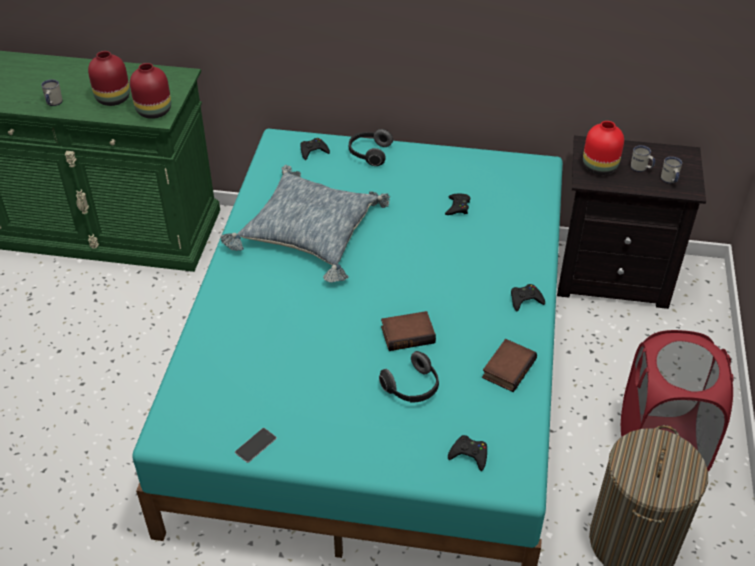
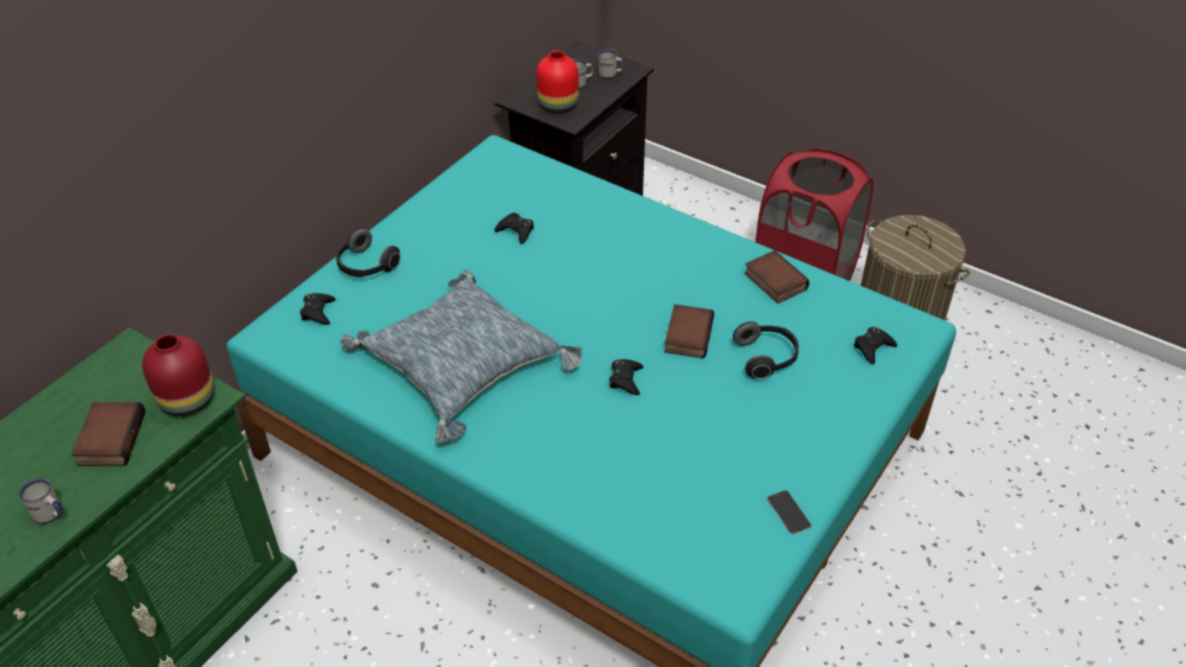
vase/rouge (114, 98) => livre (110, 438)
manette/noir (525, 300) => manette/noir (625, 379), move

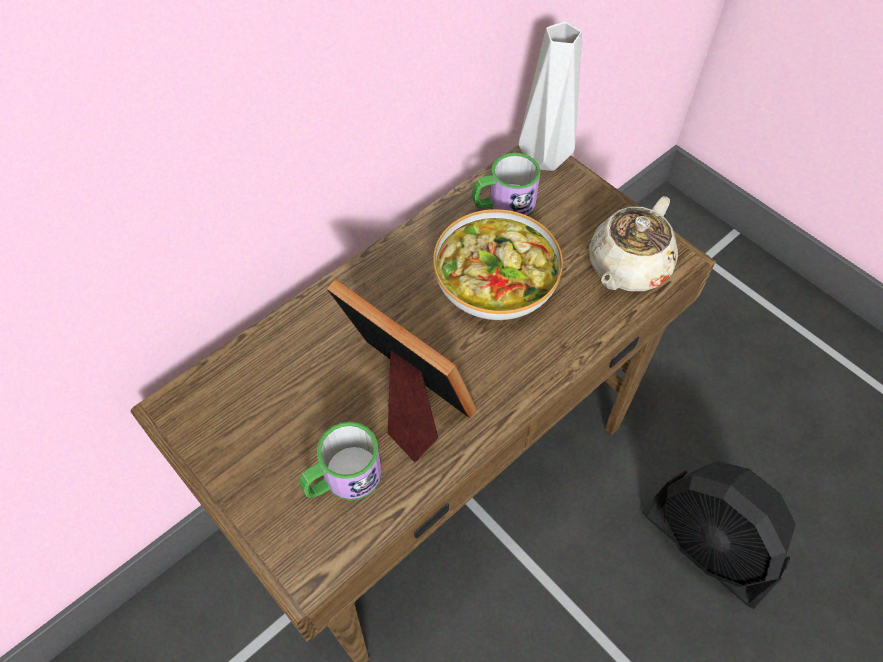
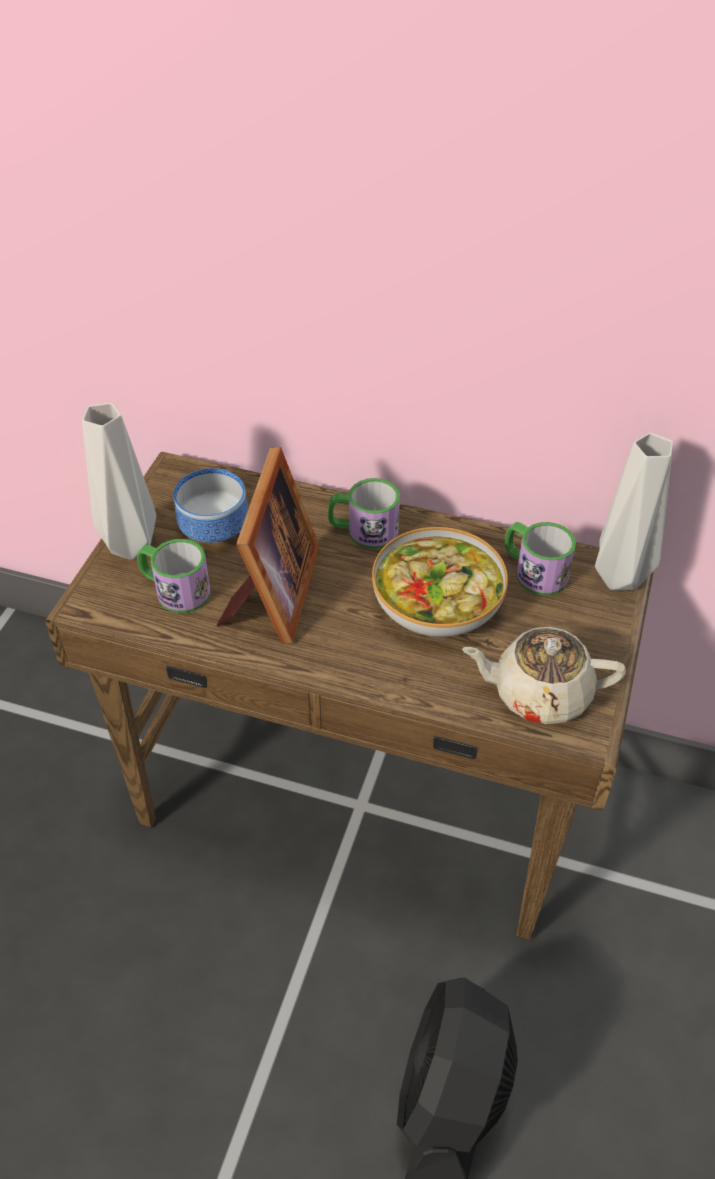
nothing => vase/gris (132, 545)
nothing => bol (212, 530)
nothing => mug (363, 531)

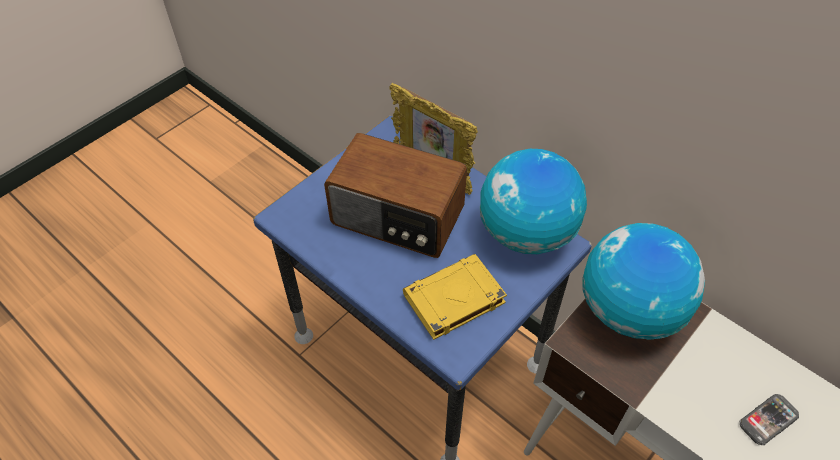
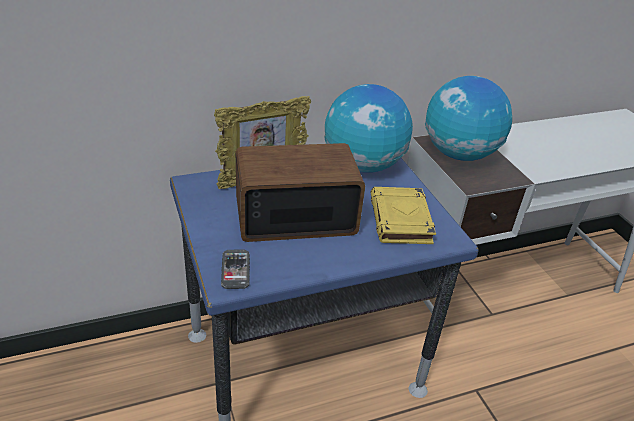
téléphone (768, 420) => téléphone (235, 270), move
radio (397, 217) => radio (294, 215), 150 degrees counterclockwise

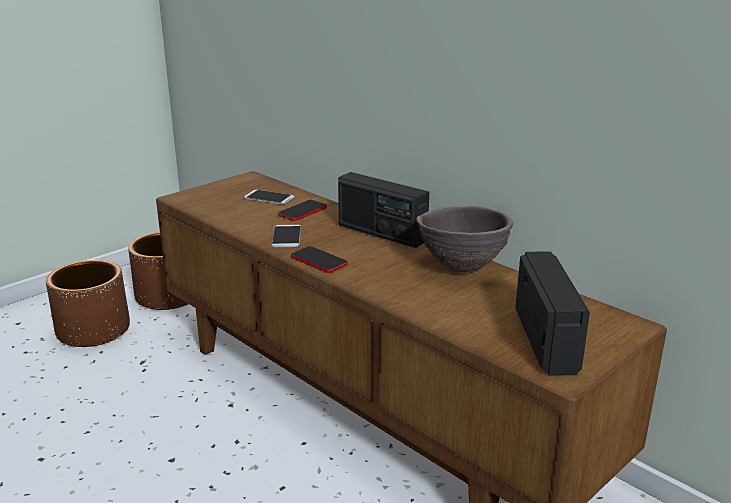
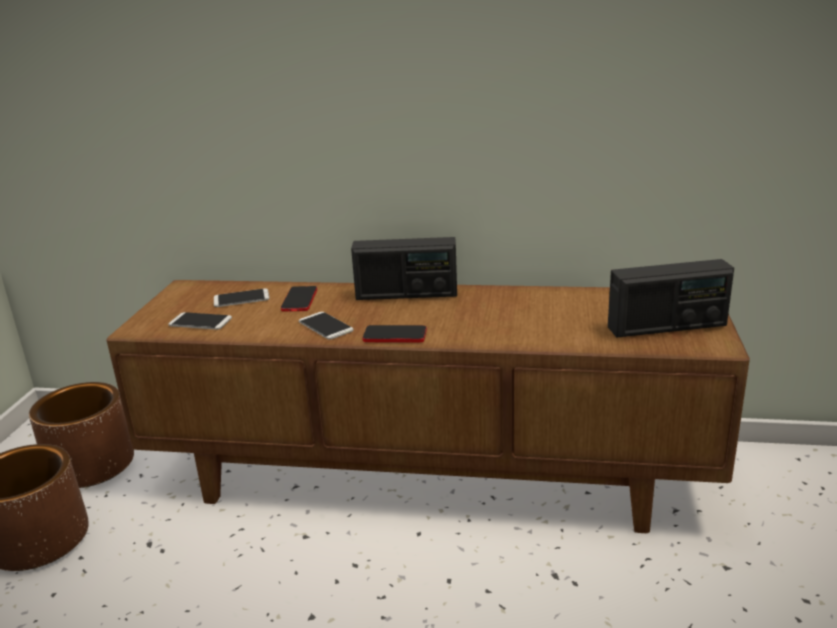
nothing => téléphone (200, 322)
radio (547, 340) => radio (667, 326), 120 degrees clockwise
bol/marron (462, 268) => nothing

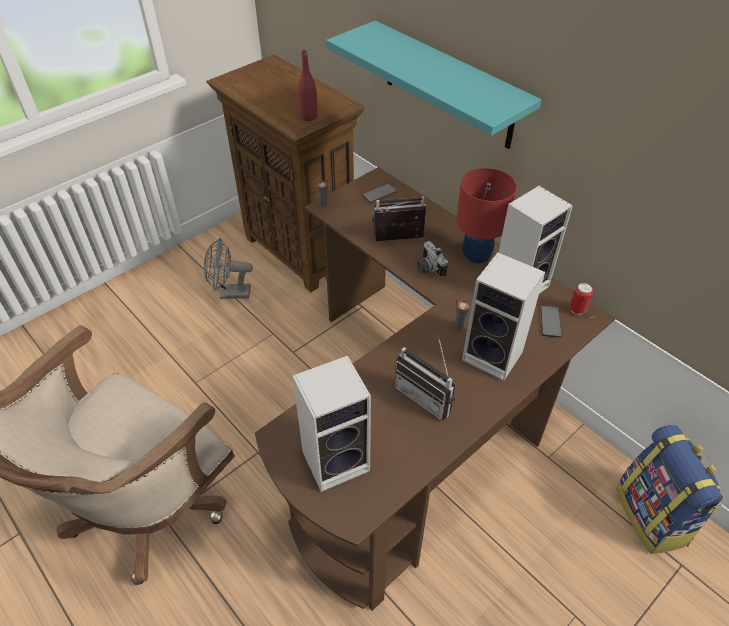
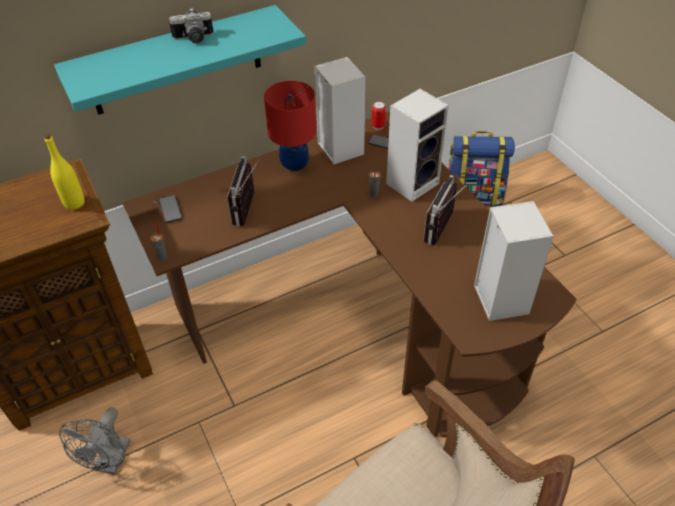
bouteille/rouge (308, 117) => bouteille/jaune (74, 203)
appareil photo (428, 268) => appareil photo (193, 39), move
radio (427, 395) => radio (444, 230), 150 degrees clockwise

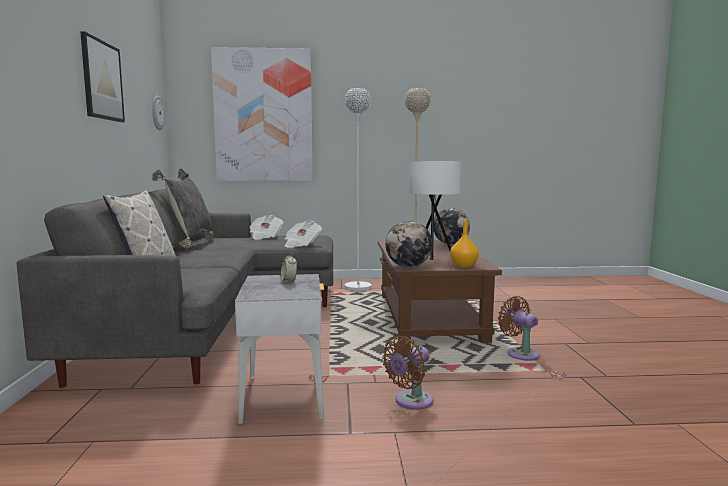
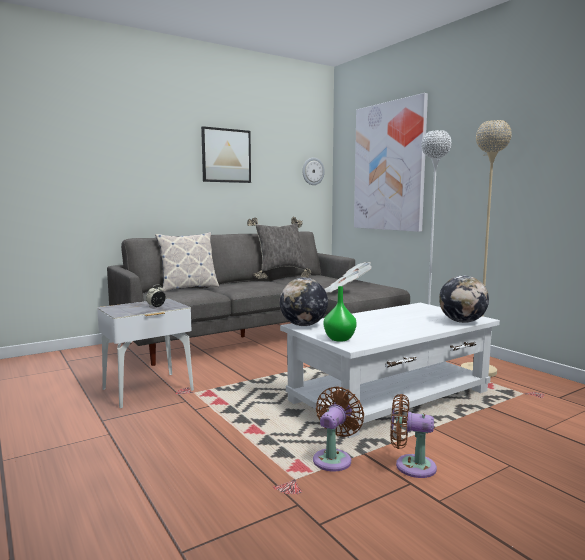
table basse/marron (429, 315) => table basse/blanc (390, 395)
vase/orange (463, 266) => vase/vert (339, 339)
ventilateur/marron (411, 402) => ventilateur/marron (411, 466), move
lampe de table/blanc (431, 256) => nothing

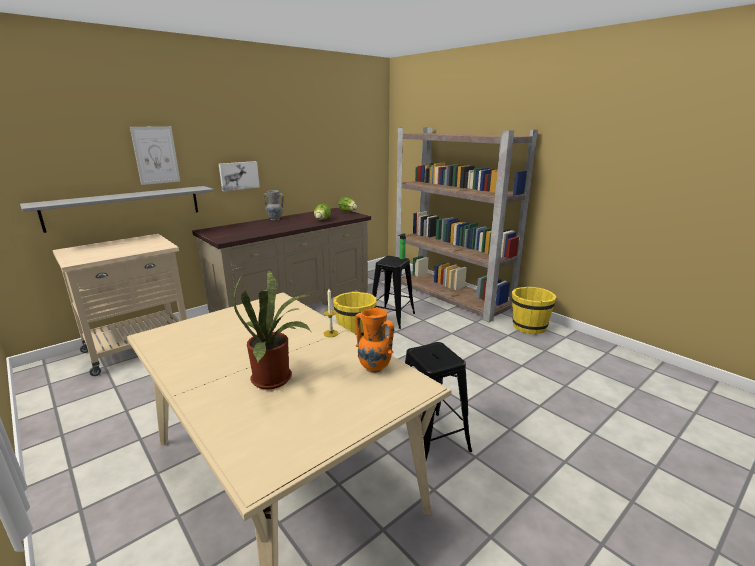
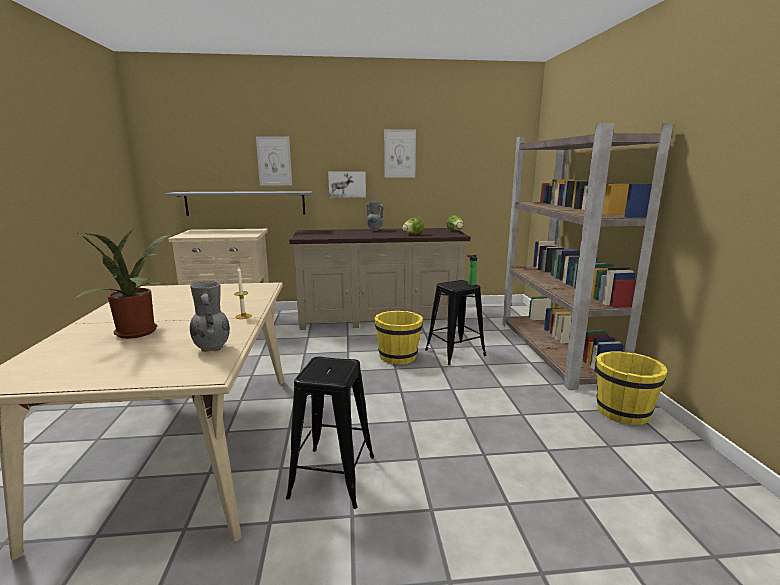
vase/orange (374, 367) => vase/gris (212, 348)
nothing => tableau (399, 153)

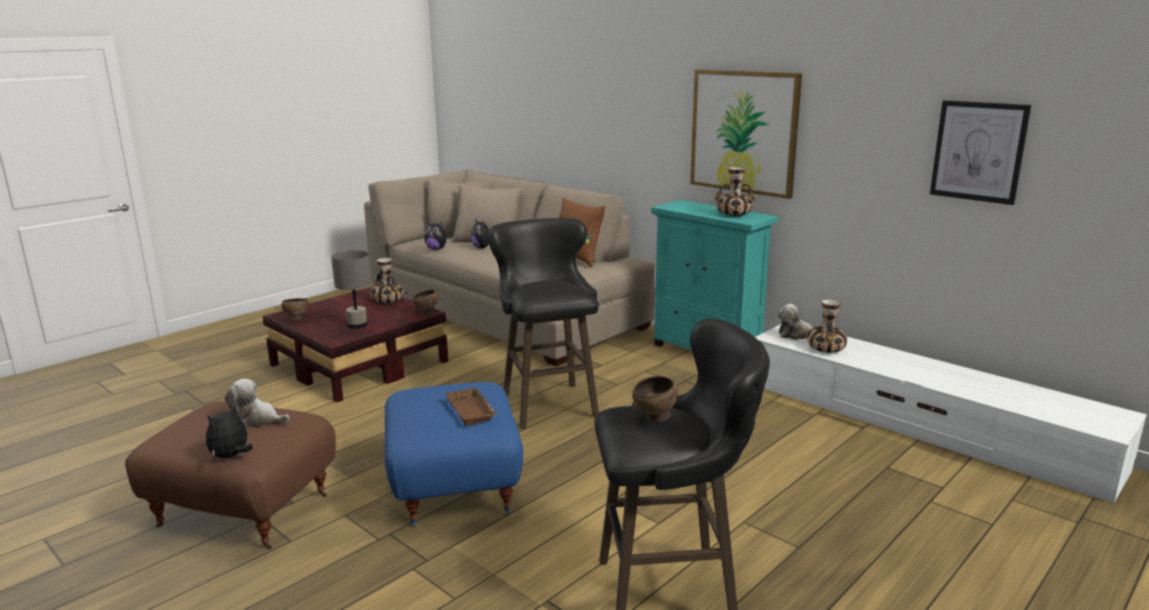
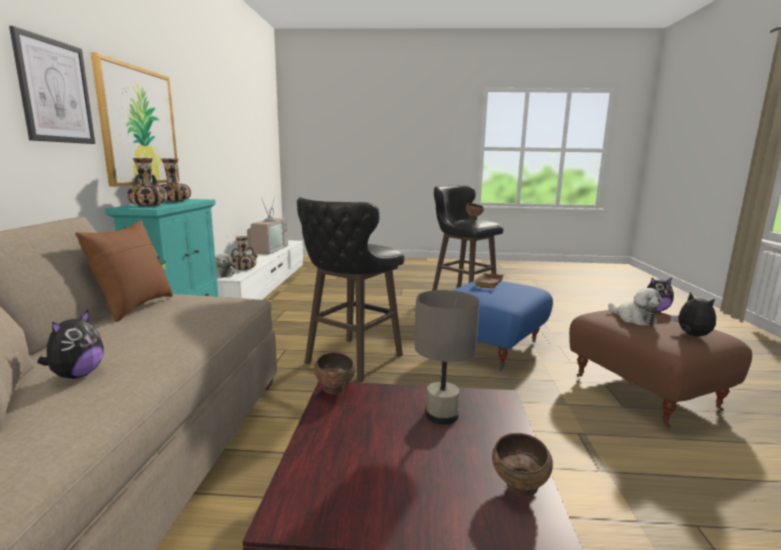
tableau (978, 151) => tableau (55, 91), move
vase (387, 300) => vase (148, 205), move
nothing => téléviseur (268, 249)
peluche (436, 249) => peluche (692, 335), move

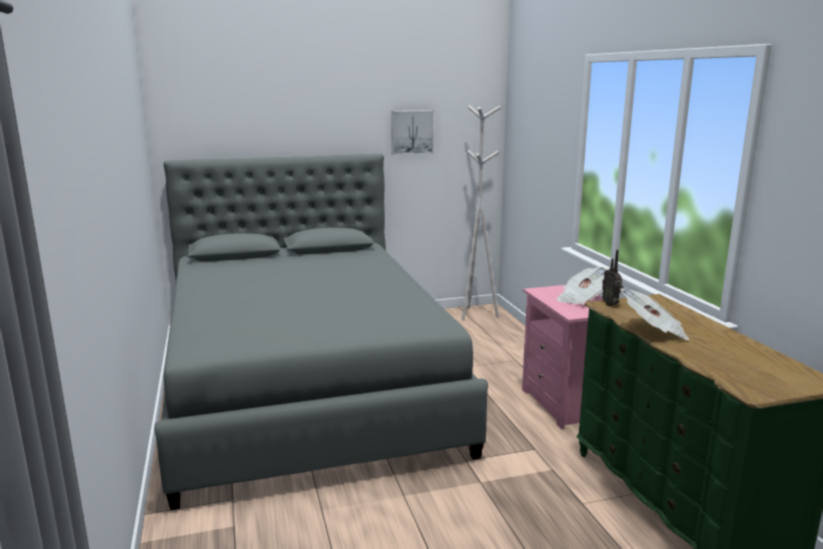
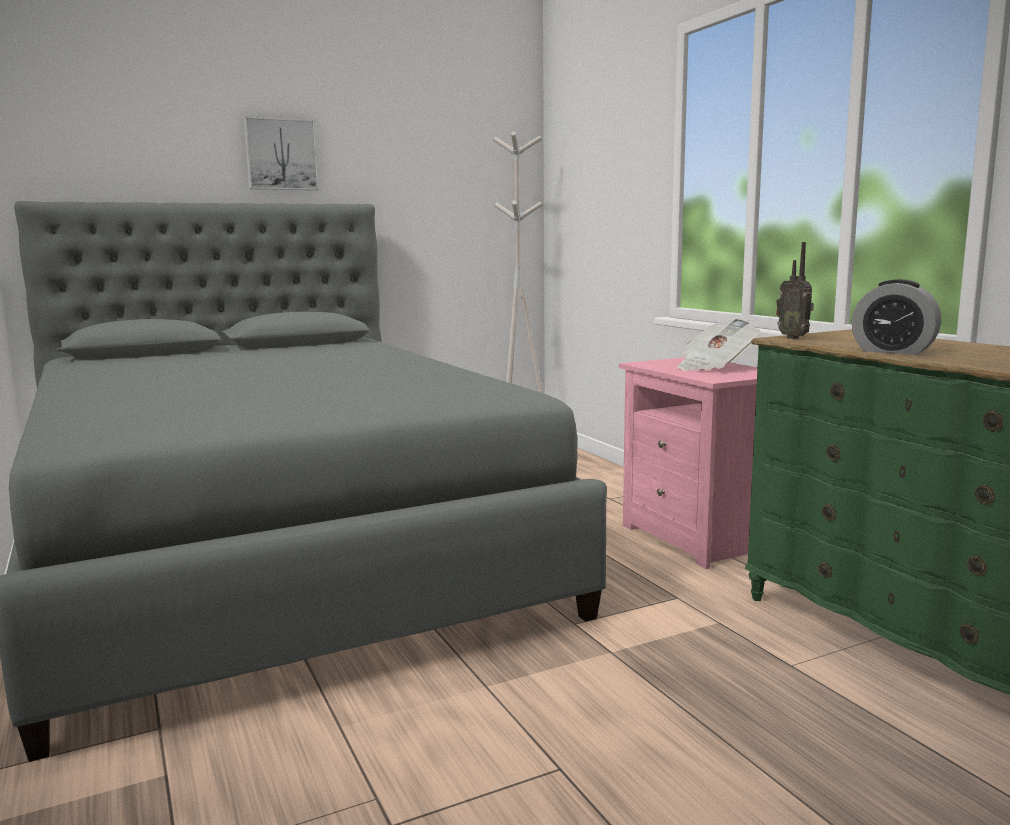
tableau (411, 132) => tableau (281, 154), move
journal (653, 331) => réveil (893, 351)

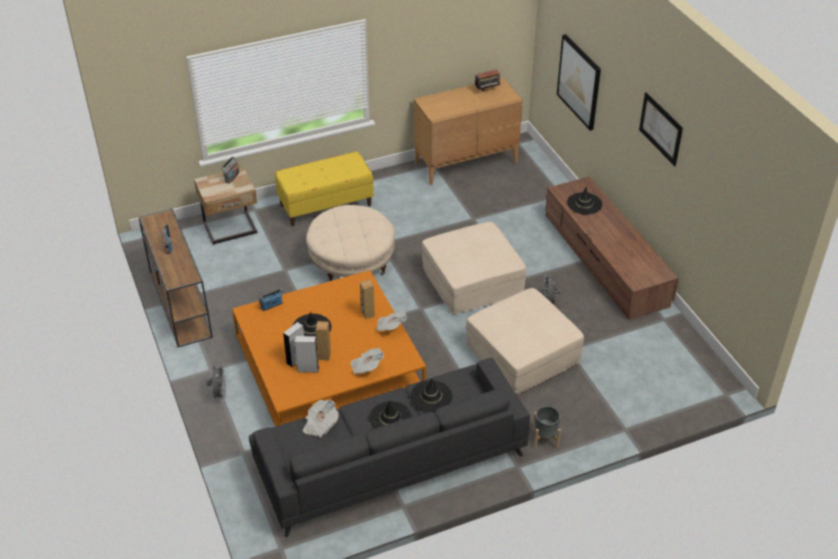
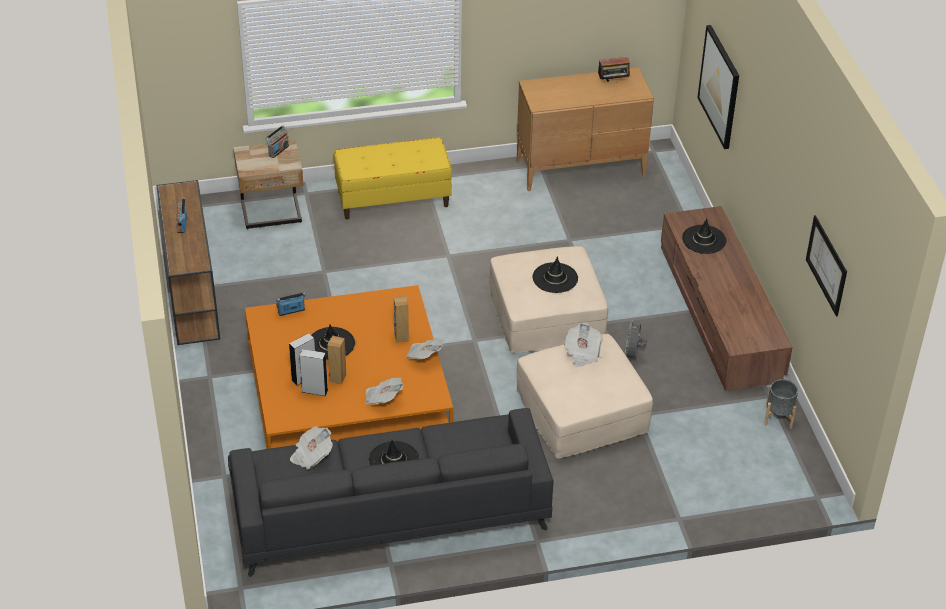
chapeau/noir (431, 396) => chapeau/noir (555, 278), move
nothing => journal (582, 353)
cache-pot/gris (545, 438) => cache-pot/gris (779, 417), move
tableau (660, 128) => tableau (826, 265), move
ventilateur/gris (219, 394) => nothing
pouf/beige (352, 262) => nothing

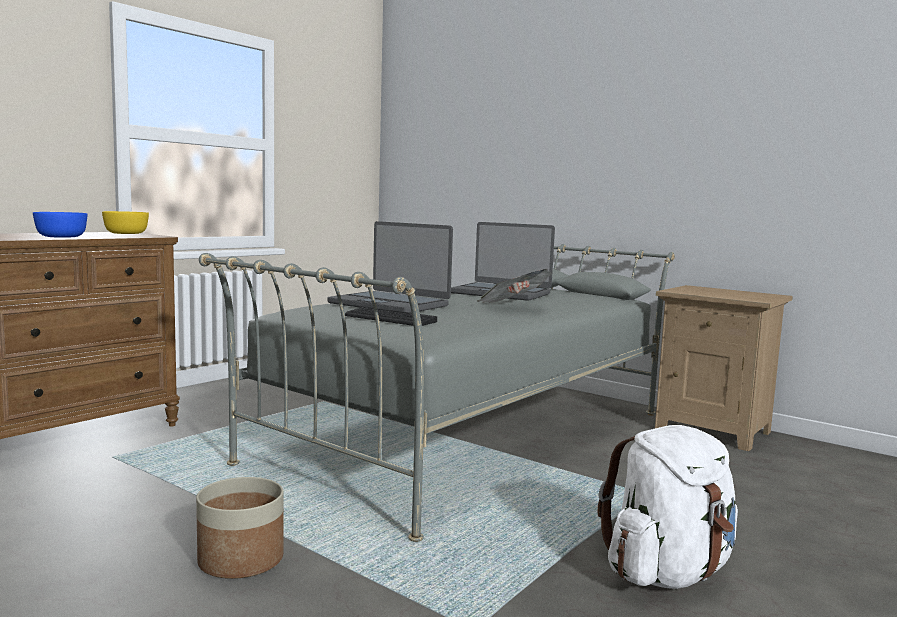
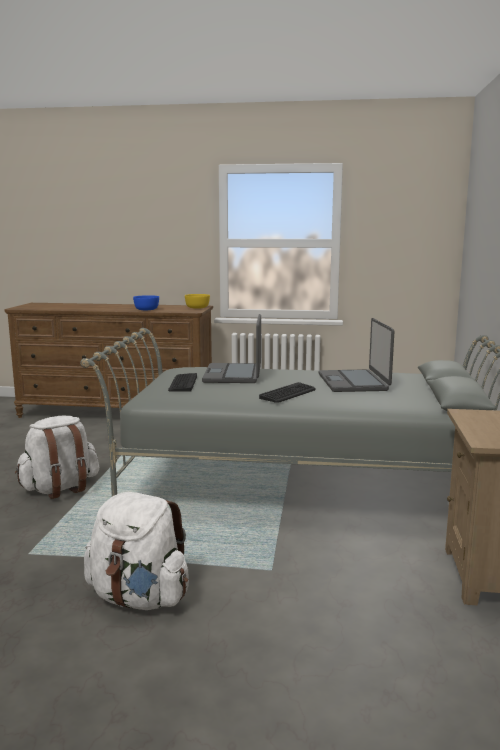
cache-pot (241, 560) => sac à dos/blanc (60, 488)
journal (512, 307) => clavier (288, 393)

